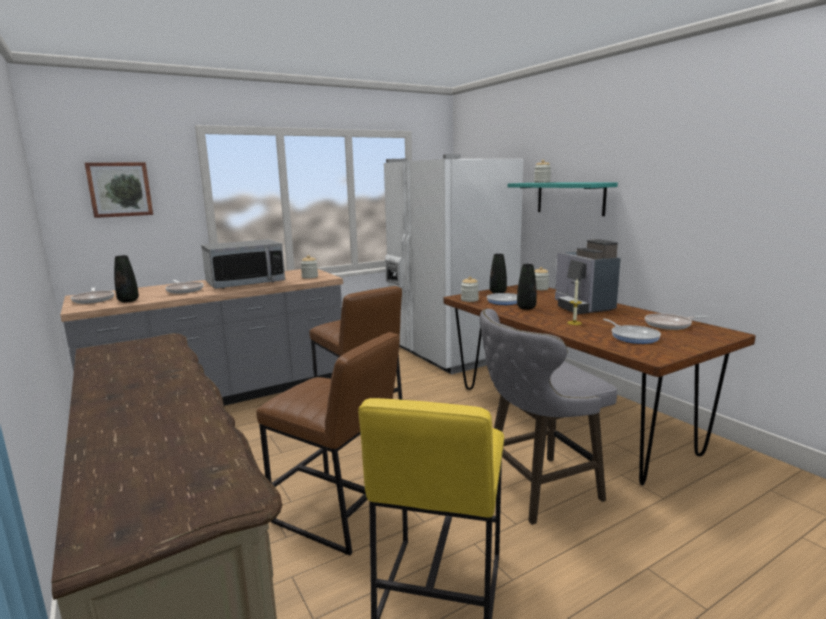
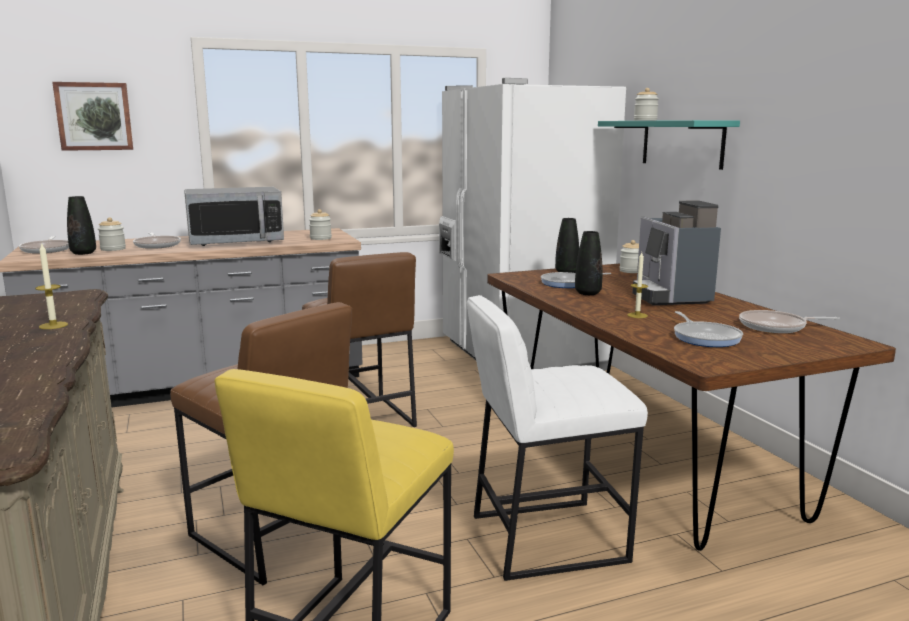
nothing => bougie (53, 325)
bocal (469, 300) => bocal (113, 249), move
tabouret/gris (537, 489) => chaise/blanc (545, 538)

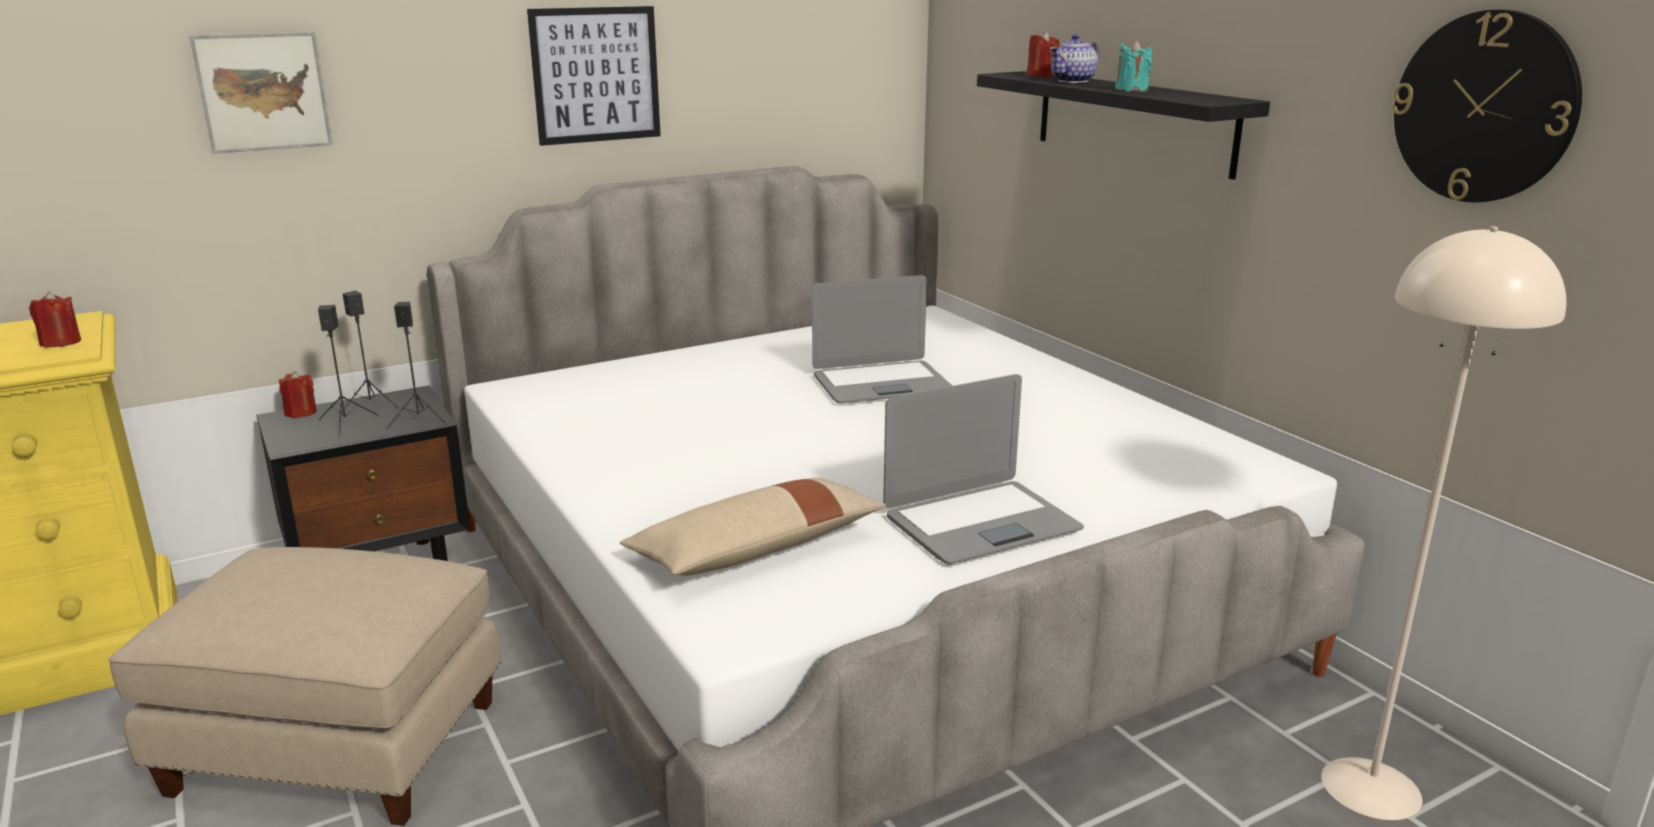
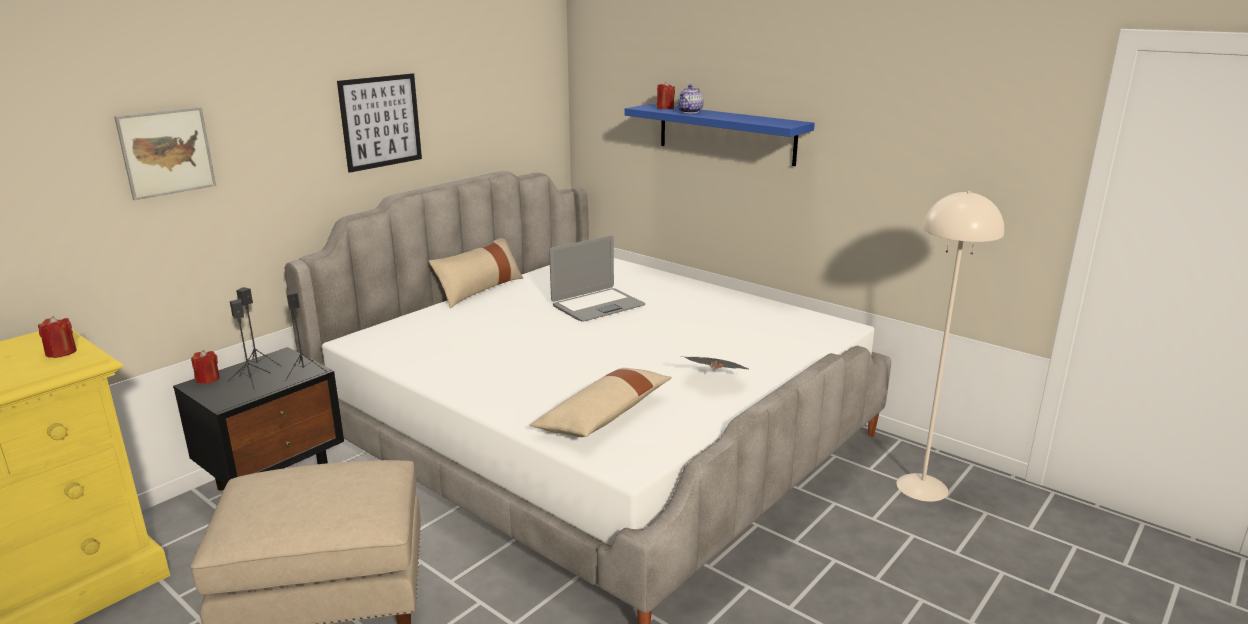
nothing => coussin/beige (480, 290)
étagère/noir (1133, 121) => étagère/bleu (726, 134)
ordinateur portable (980, 523) => journal (715, 380)
bougie/turquoise (1131, 90) => nothing
horloge murale (1484, 107) => nothing

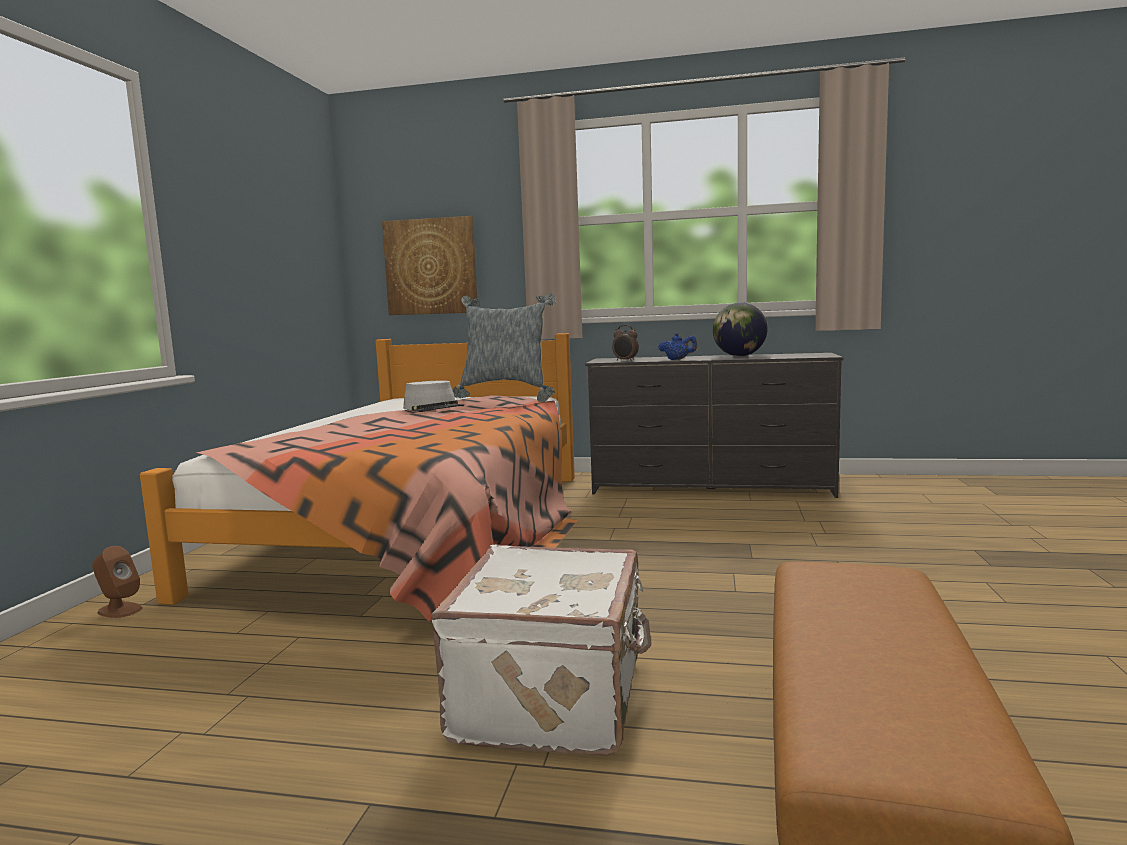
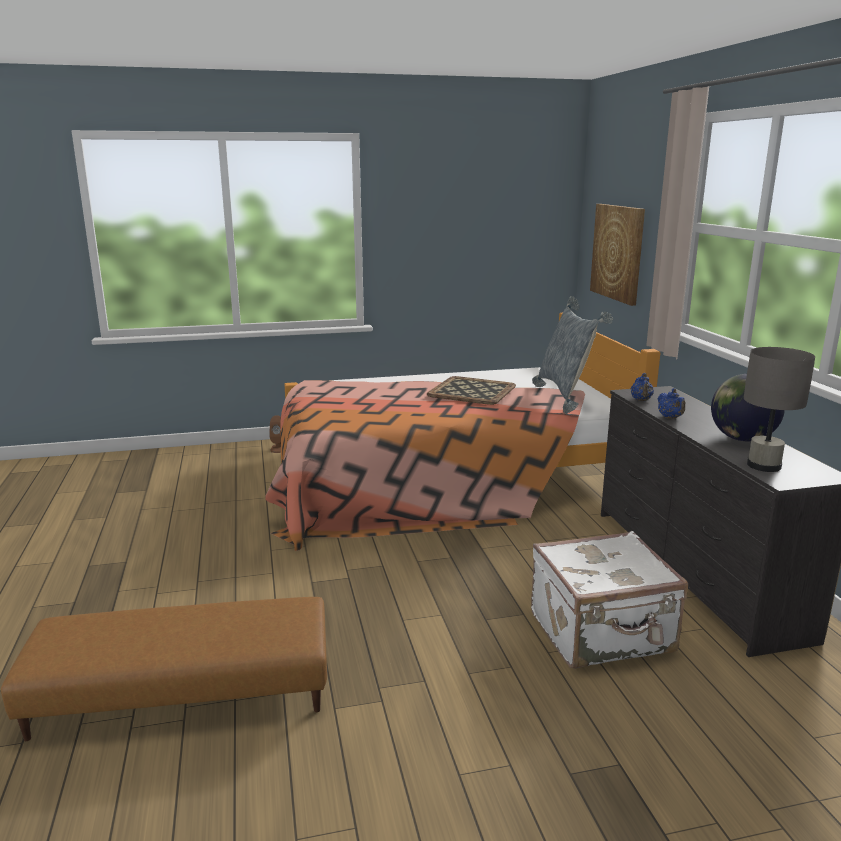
chapeau/gris (434, 408) => plateau (473, 391)
valise/blanc (554, 698) => valise/blanc (602, 634), move
réveil (625, 361) => théière/bleu (641, 400)
nothing => lampe de table/gris (763, 465)

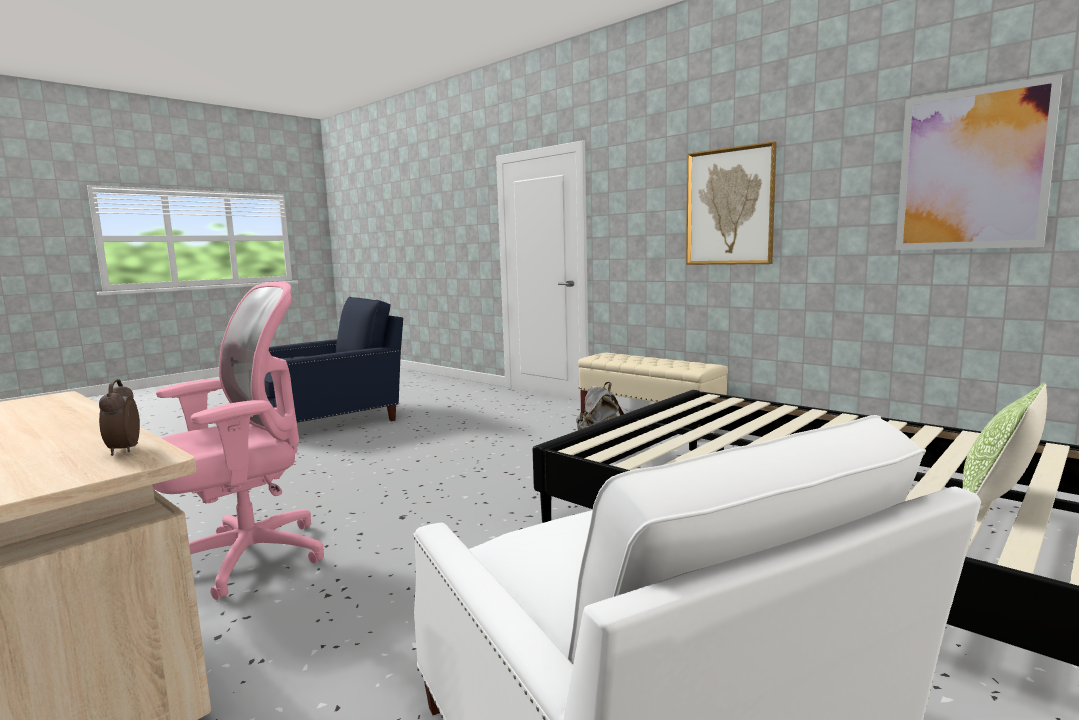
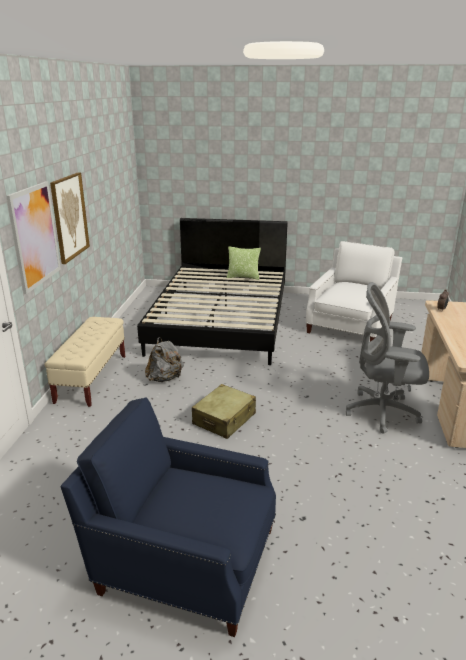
tableau (972, 170) => tableau (34, 236), move
nothing => valise/beige (224, 419)
chaise de bureau/rose (239, 562) => chaise de bureau/gris (386, 411)

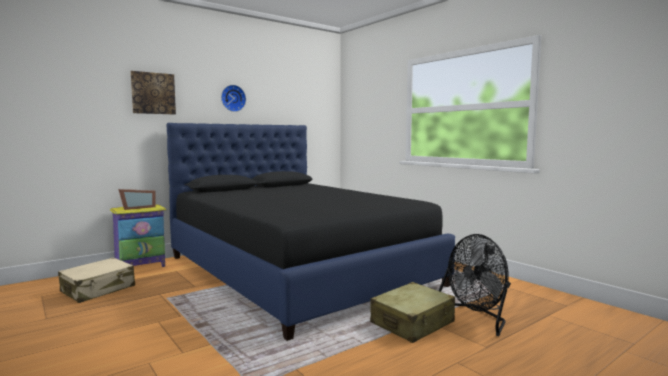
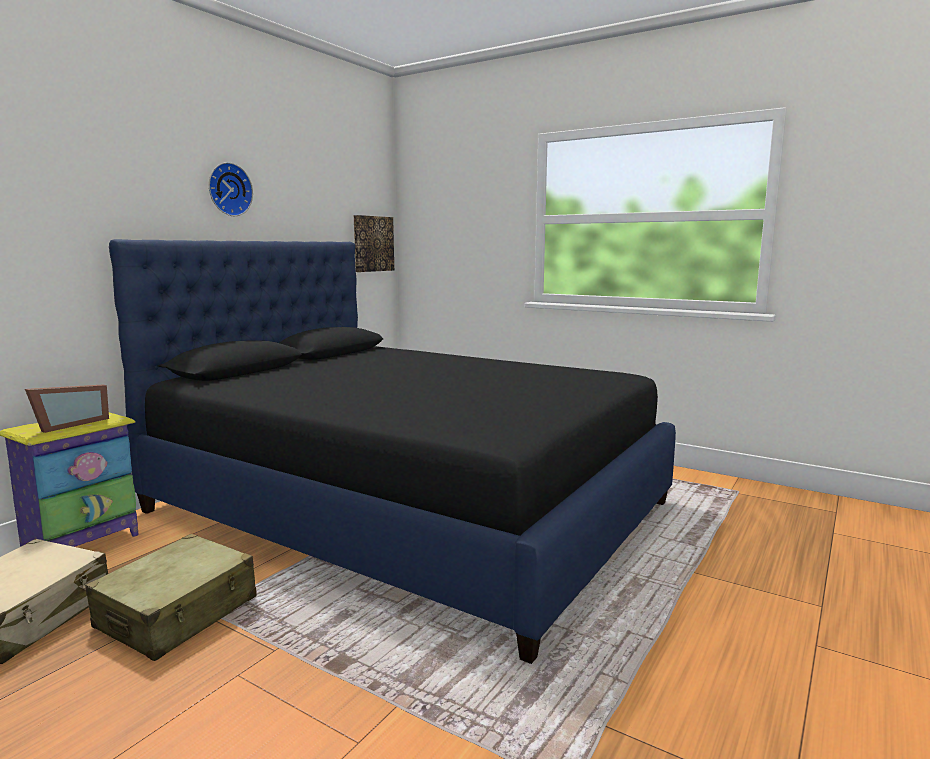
valise/beige (412, 323) => valise/beige (178, 613), move
tableau (153, 93) => tableau (372, 244), move
ventilateur/noir (478, 315) => nothing

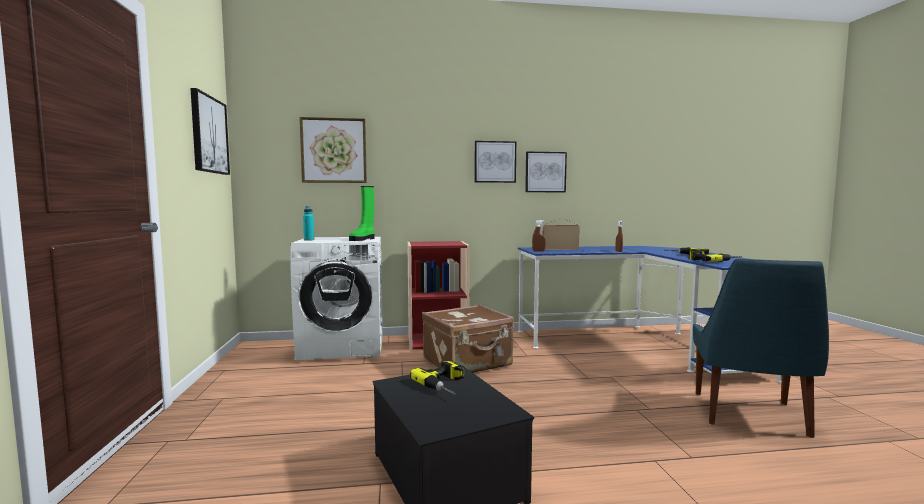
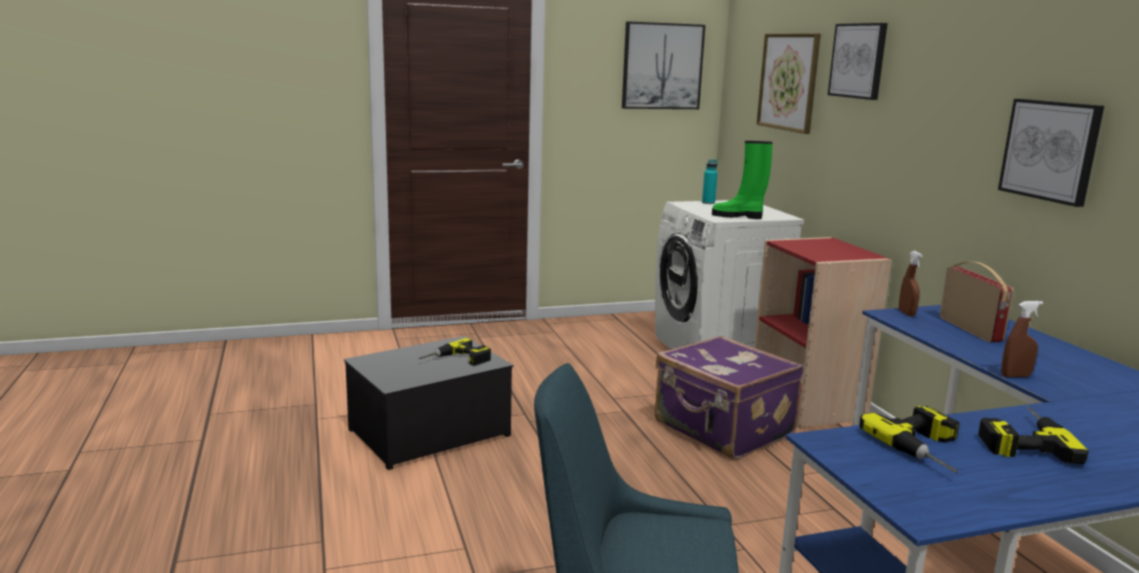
valise/marron (468, 363) => valise/violet (722, 430)
tableau (495, 162) => tableau (858, 61), move

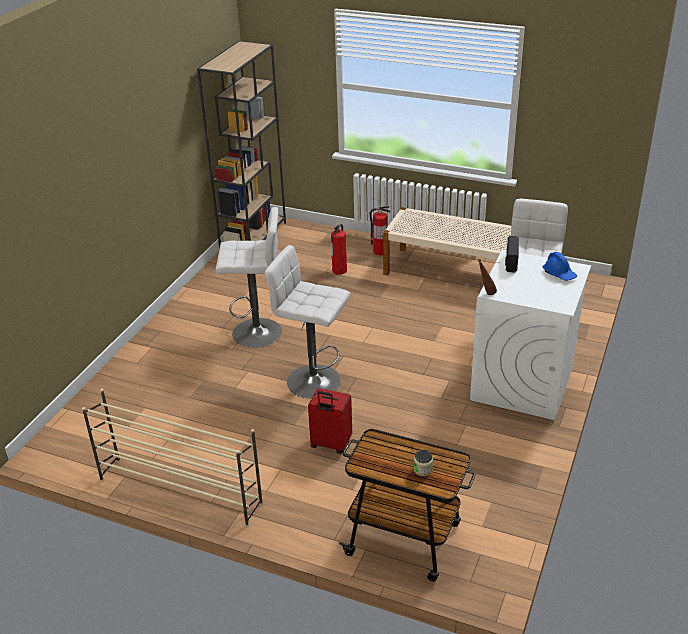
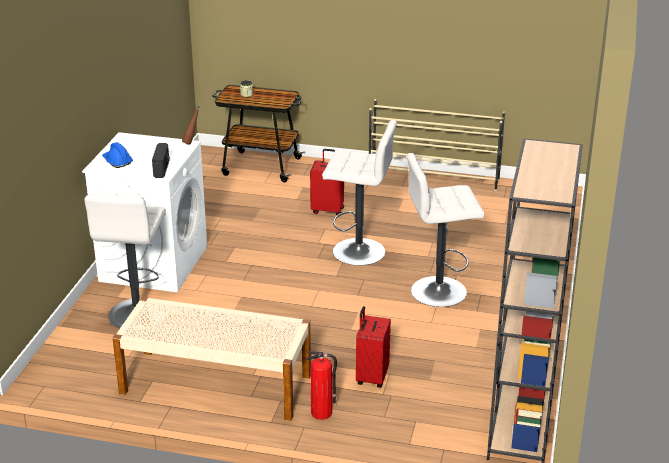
extincteur (339, 270) => valise/rouge (371, 377)

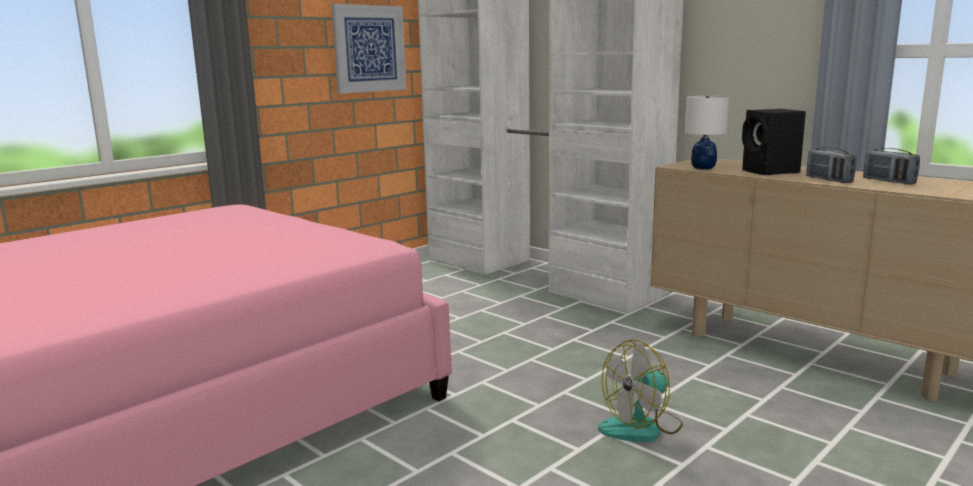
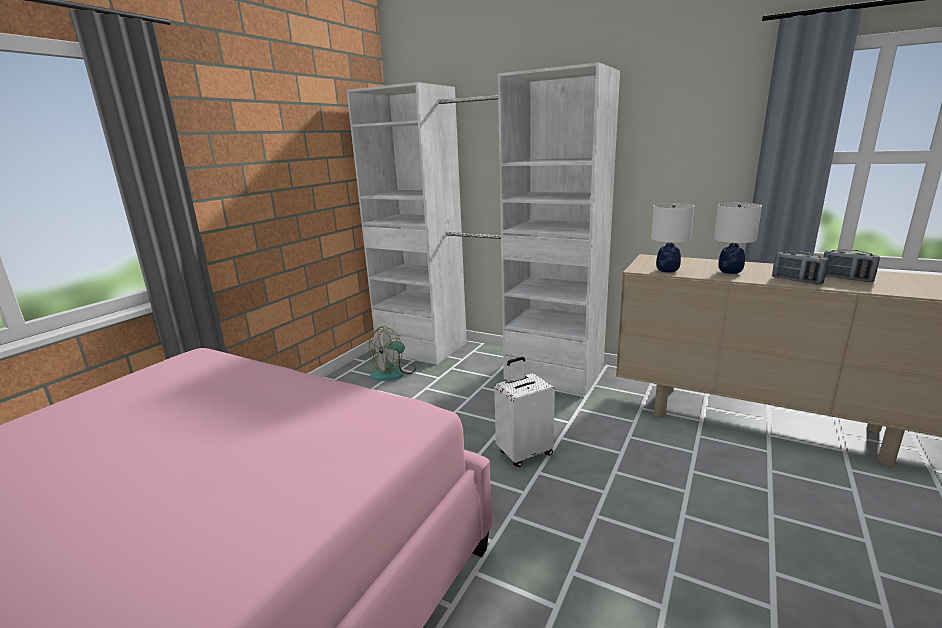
ventilateur (641, 427) => ventilateur (394, 373), move
nothing => valise/blanc (524, 453)
enceinte/noir (771, 172) => lampe de table/blanc (731, 272)
tableau (369, 49) => nothing

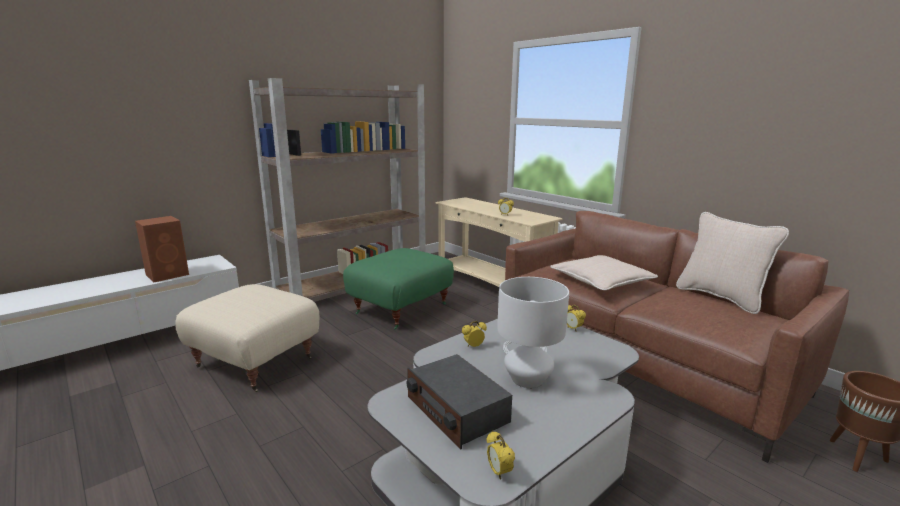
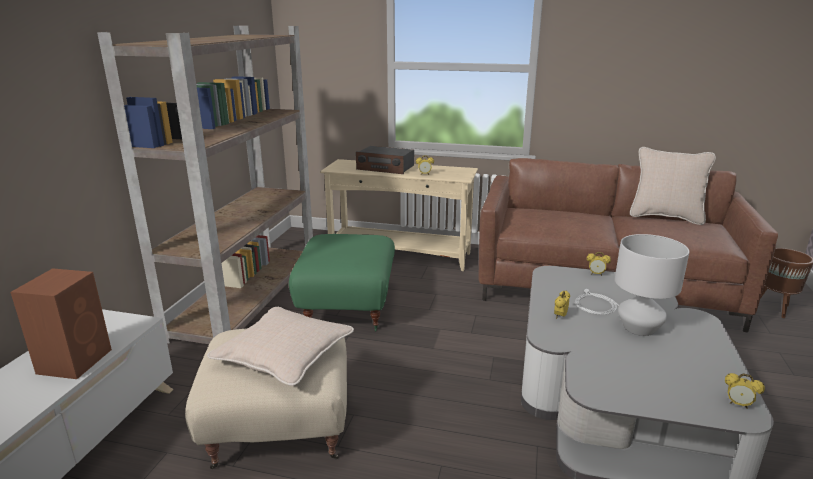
coussin/beige (601, 280) => coussin/beige (284, 353), move
radio (456, 410) => radio (385, 168), move

